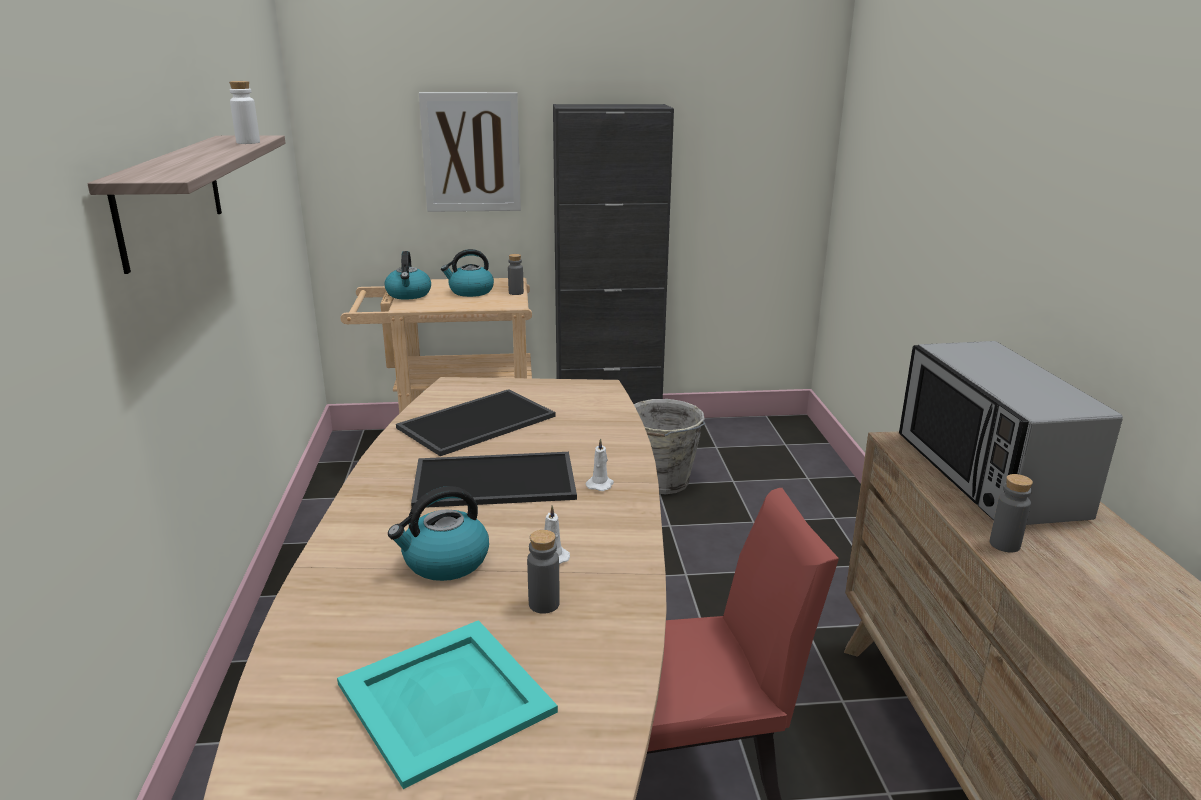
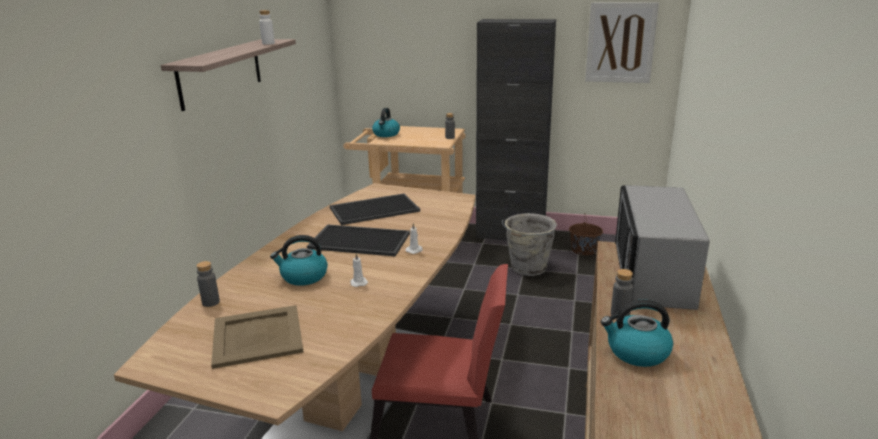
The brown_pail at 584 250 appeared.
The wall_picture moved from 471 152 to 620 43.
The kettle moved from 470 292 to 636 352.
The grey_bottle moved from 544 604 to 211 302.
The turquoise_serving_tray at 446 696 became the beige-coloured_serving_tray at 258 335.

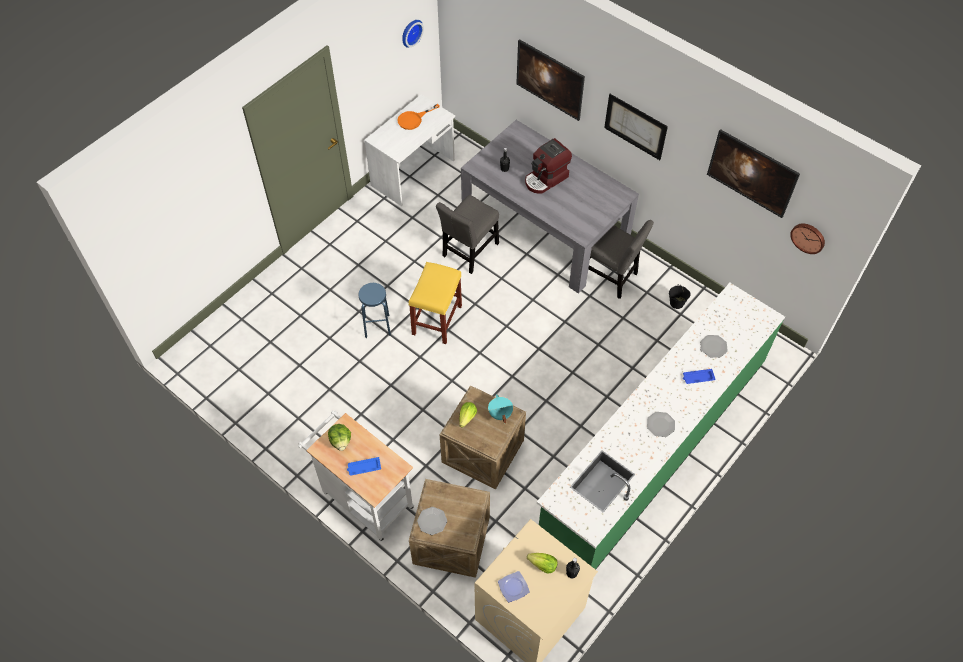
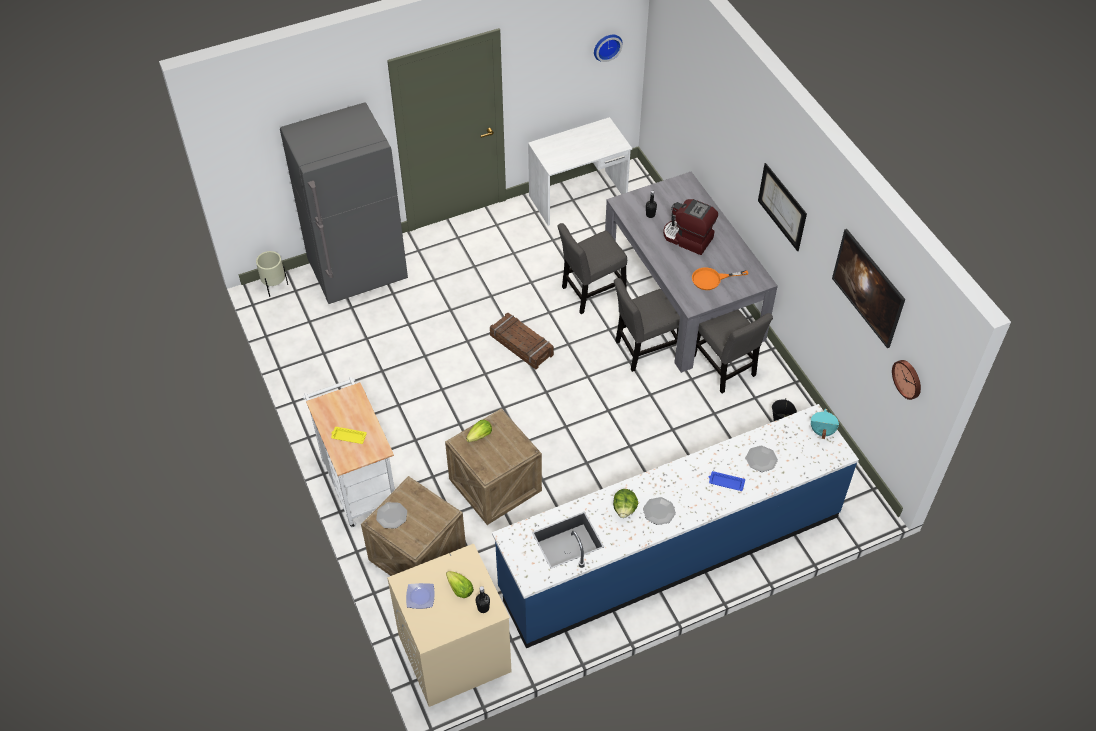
The blue-coloured_stool at 377 326 disappeared.
The wall_picture at 549 90 disappeared.
The beige-coloured_flower_pot at 275 287 appeared.
The grey_fridge at 359 274 appeared.
The grey_upright_chair at 644 349 appeared.
The head_of_lettuce moved from 341 441 to 624 509.
The orange_pan moved from 413 119 to 711 279.
The turquoise_saucepot moved from 500 414 to 821 430.
The yellow-coloured_stool at 437 319 was replaced by the crate at 522 345.
The blue-coloured_serving_tray at 363 467 became the yellow-coloured_serving_tray at 348 436.
The greenish_kitchen_base_unit at 653 449 became the blue-coloured_kitchen_base_unit at 670 552.
The coffee_maker at 546 179 turned 45 degrees clockwise.

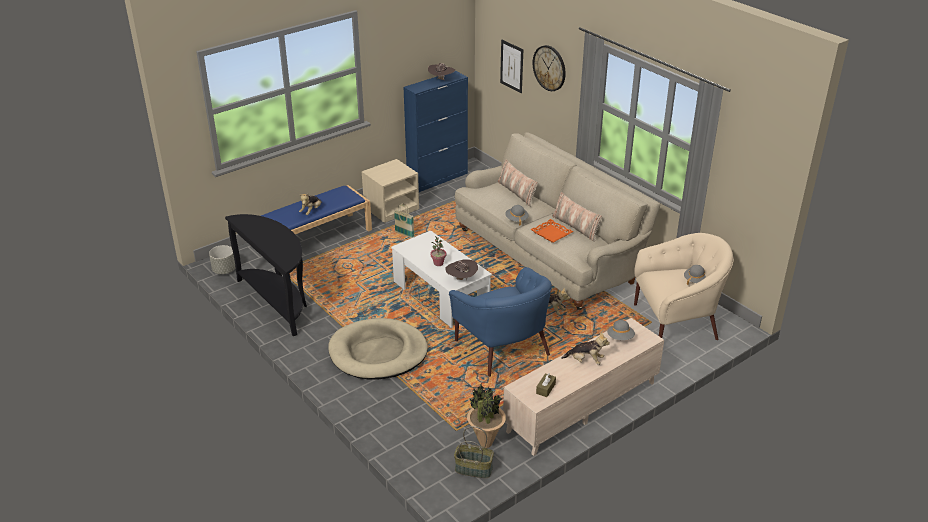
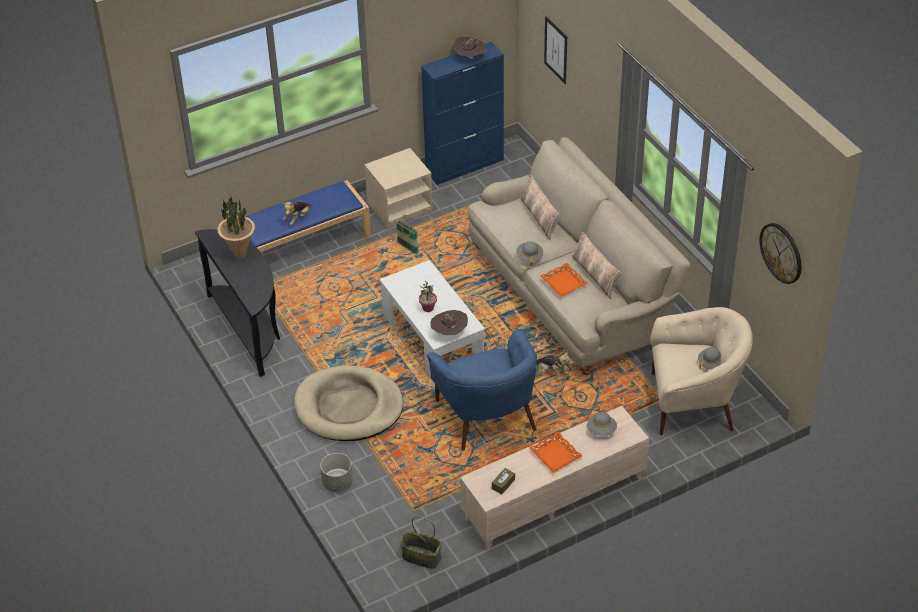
The grey_flower_pot moved from 224 270 to 337 483.
The potted_plant moved from 485 443 to 239 254.
The clock_on_the_wall moved from 549 68 to 781 253.
The soft_toy at 585 361 was replaced by the orange_serving_tray at 555 455.

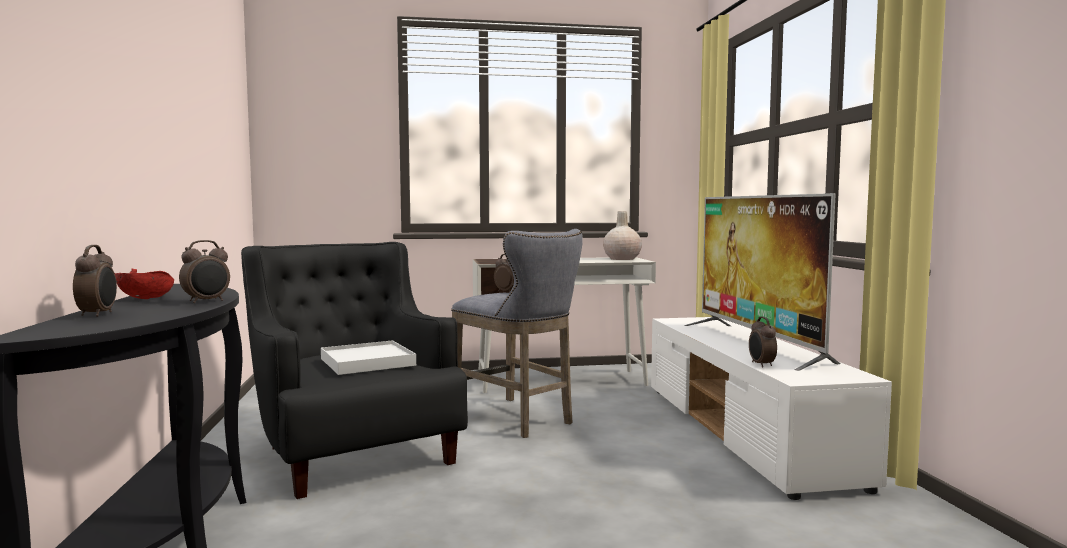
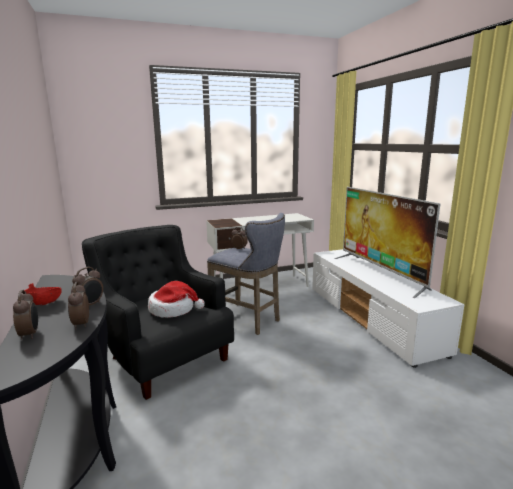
The beige-coloured_vase at 621 259 disappeared.
The alarm_clock moved from 761 365 to 80 324.
The whitish_serving_tray at 367 362 was replaced by the clothing_hat at 173 309.

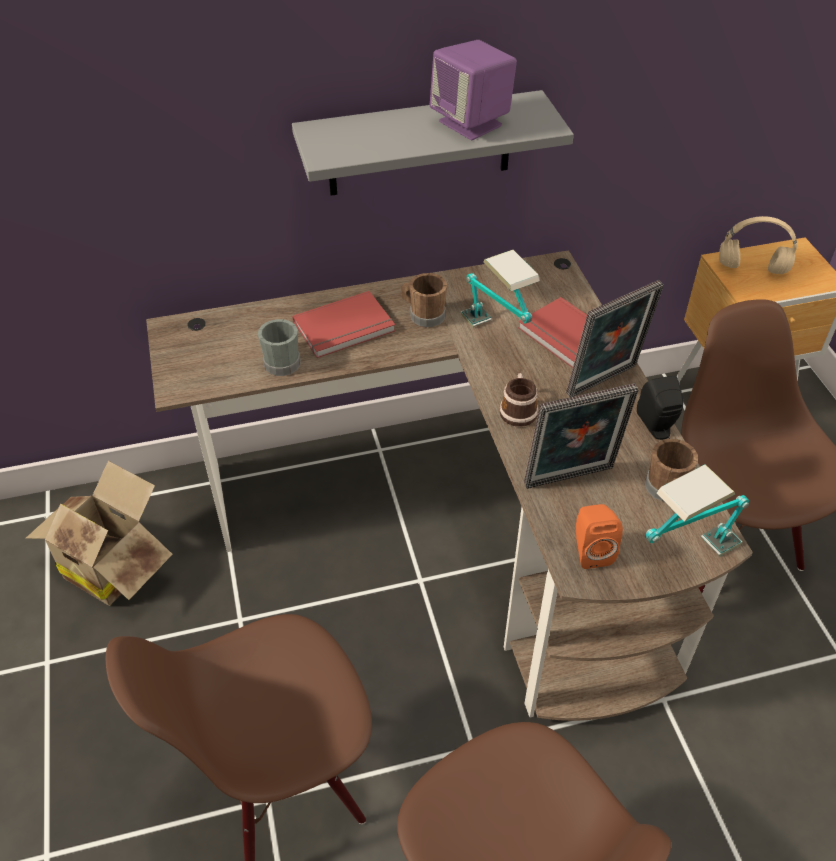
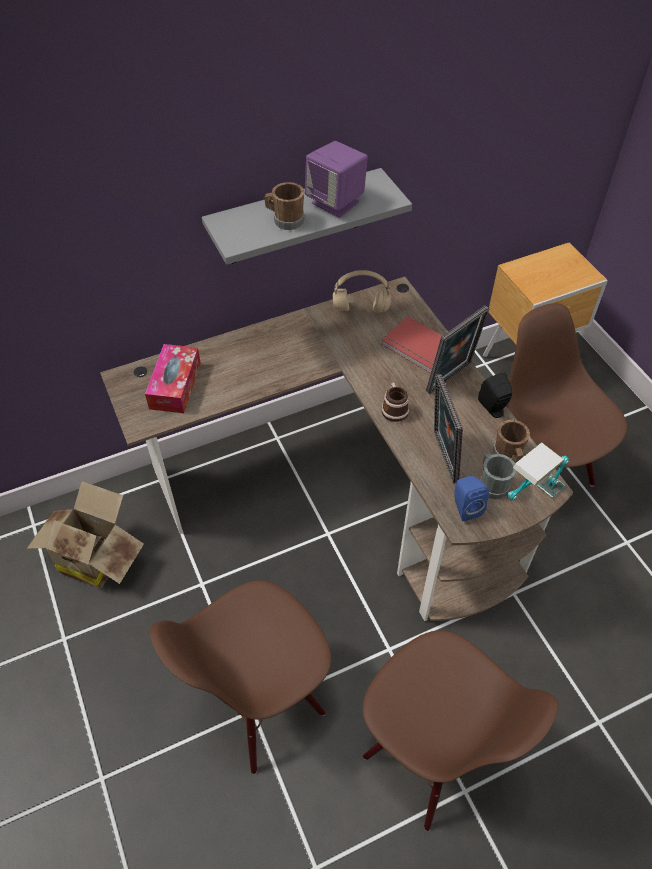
The red-coloured_book at 345 328 disappeared.
The table_lamp at 495 339 disappeared.
The box_of_tissues at 175 385 appeared.
The grey_tea_mug moved from 281 360 to 492 484.
The brown_tea_mug moved from 423 315 to 285 220.
The beige-coloured_headset moved from 751 268 to 360 309.
The orange_speaker at 590 551 became the blue-coloured_speaker at 465 507.
The standing_frame at 571 480 turned 105 degrees clockwise.

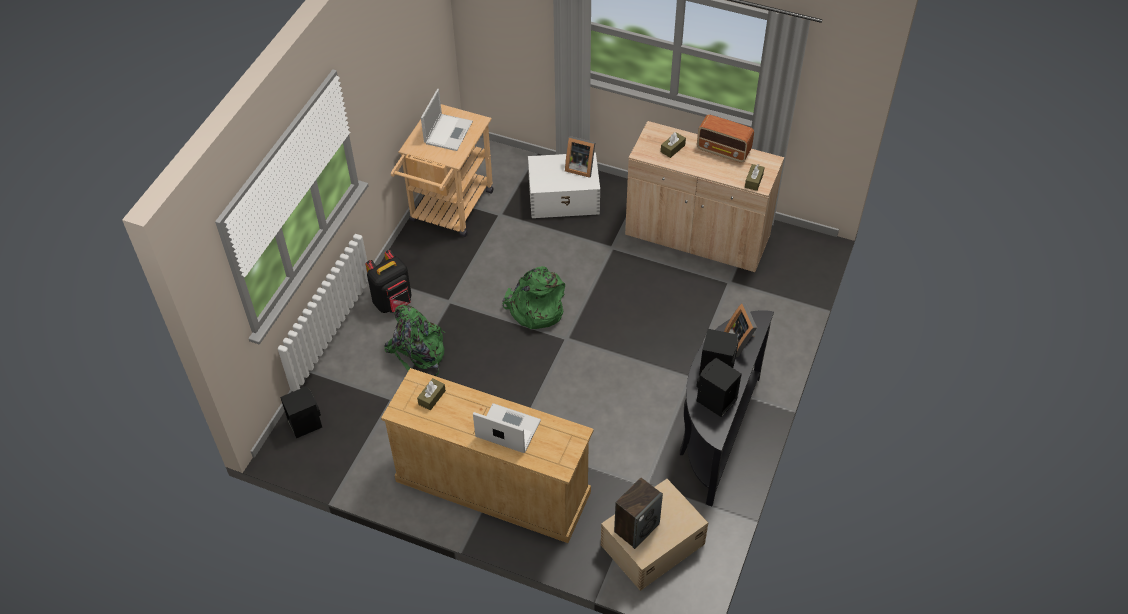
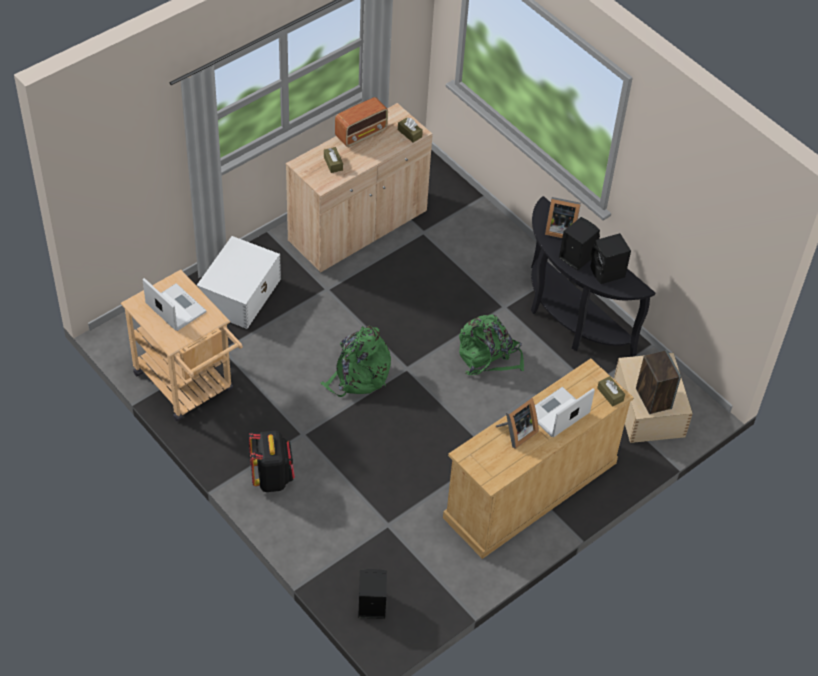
The greenish_rucksack moved from 418 354 to 488 356.
The brown_box_of_tissues moved from 432 397 to 610 394.
The standing_frame moved from 580 167 to 516 433.

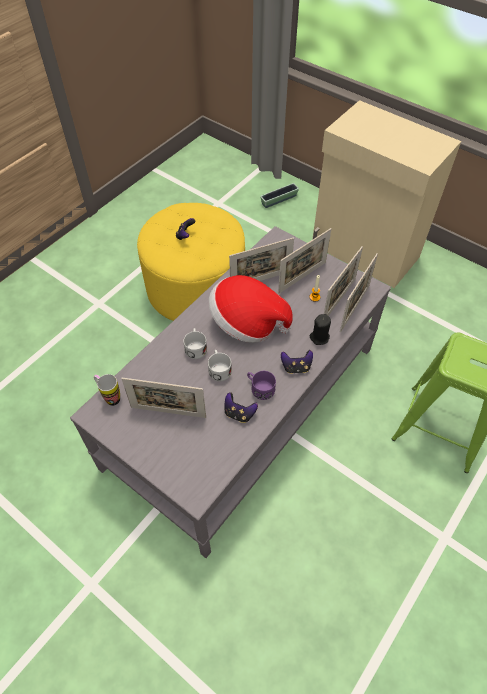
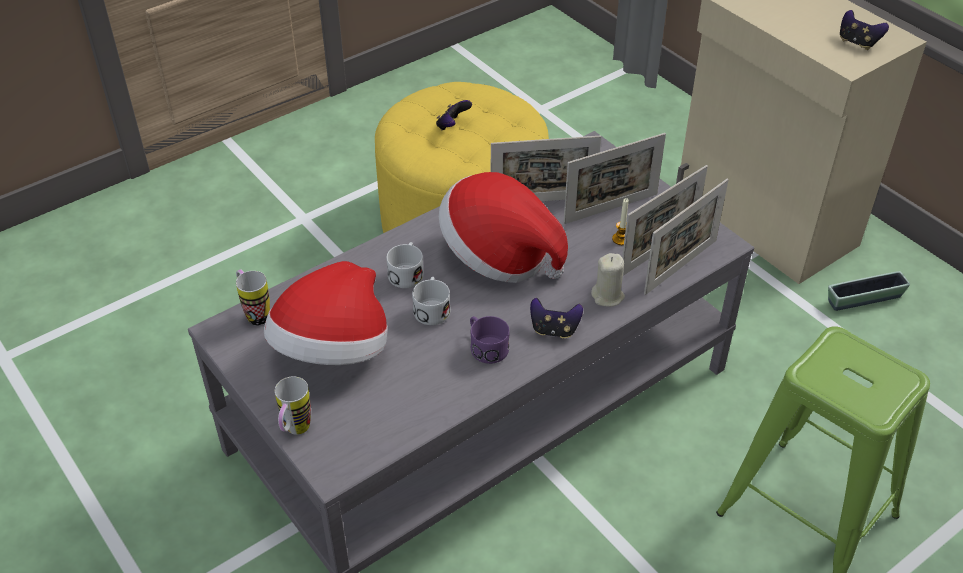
The tea_mug at 295 431 appeared.
The joypad moved from 239 413 to 857 42.
The flower_pot moved from 279 200 to 864 299.
The standing_frame at 168 412 was replaced by the clothing_hat at 333 350.
The blackish_wax_light at 319 337 became the beige-coloured_wax_light at 608 296.

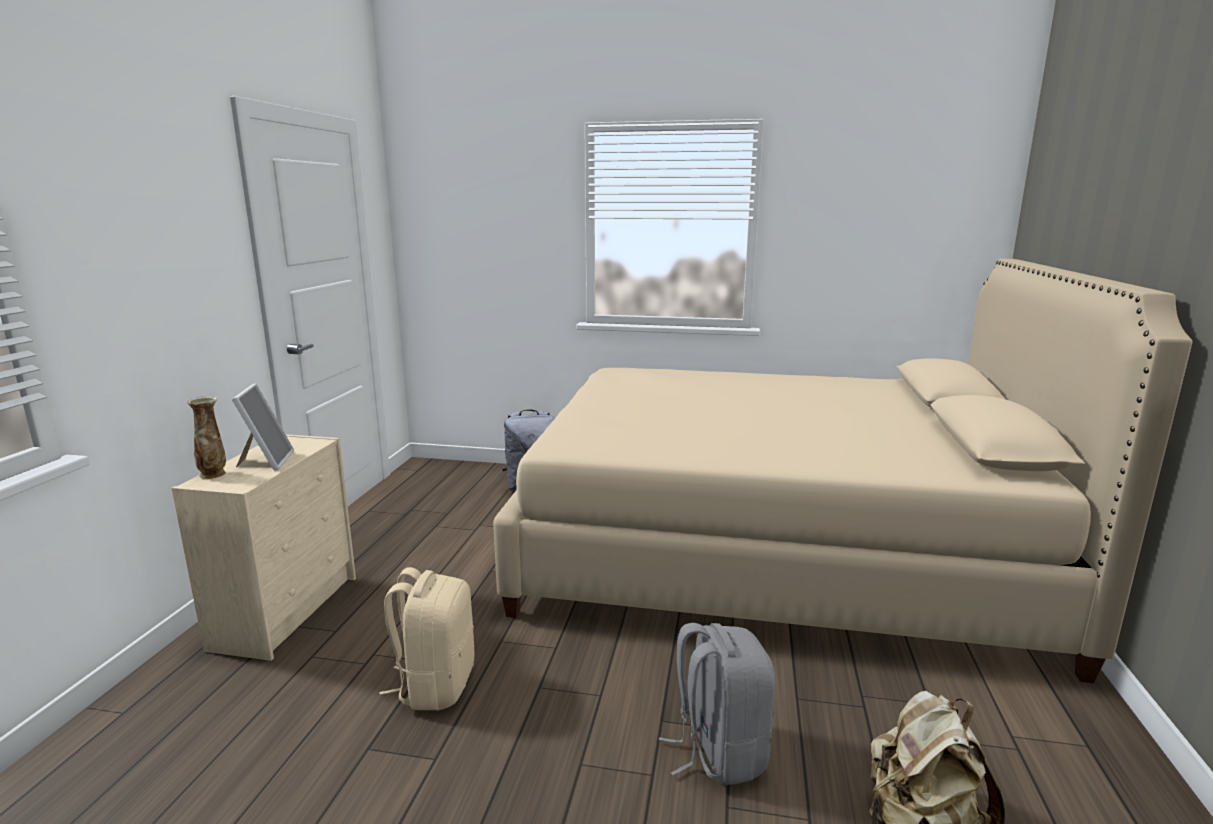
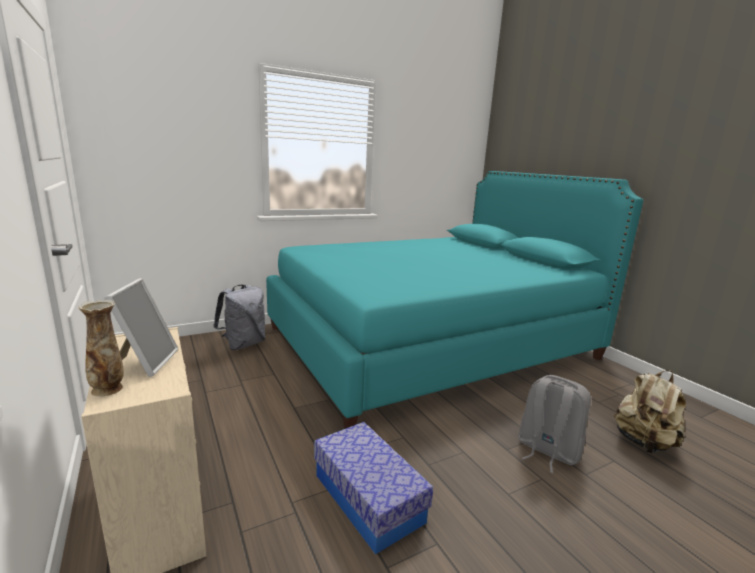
The beige-coloured_rucksack at 435 685 was replaced by the storage_box at 367 498.
The beige-coloured_bedroom_bed at 772 550 became the turquoise_bedroom_bed at 429 342.
The standing_frame at 266 461 turned 45 degrees clockwise.

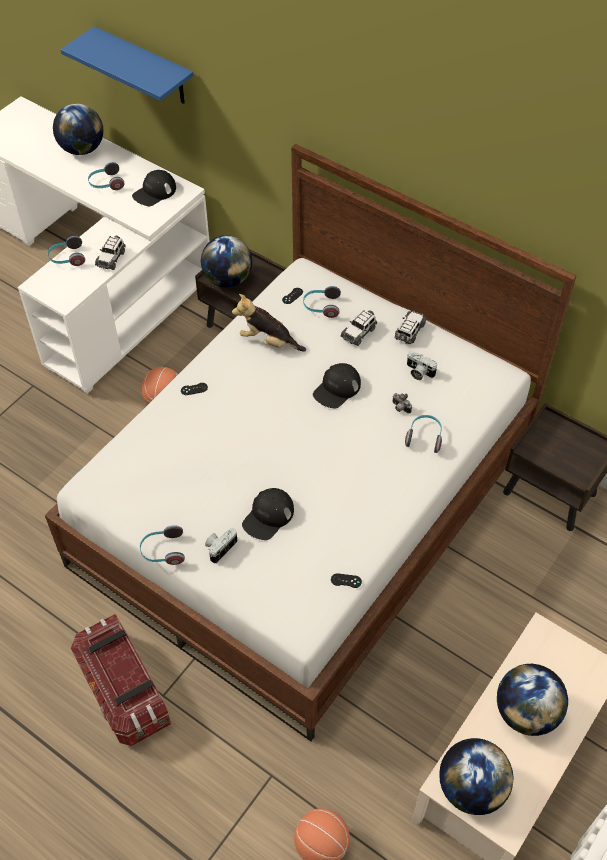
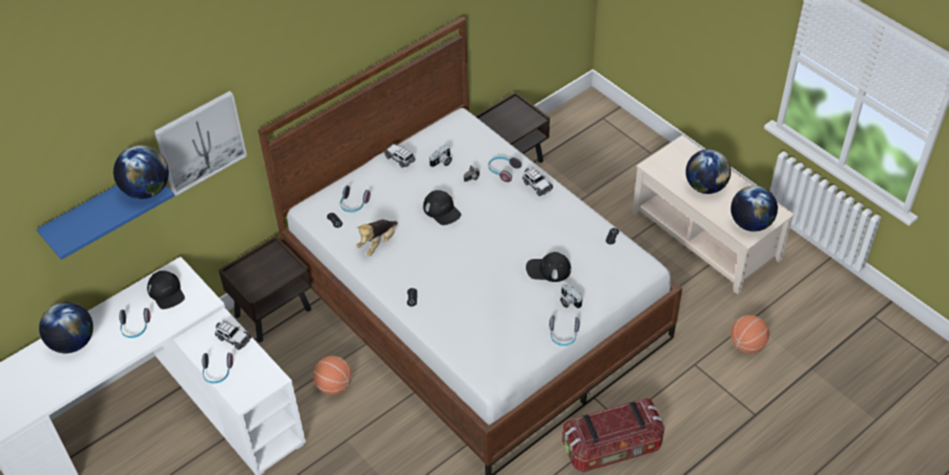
The wall_picture at 200 142 appeared.
The globe moved from 228 279 to 146 190.
The model_car moved from 359 332 to 537 186.
The blackish_peaked_cap at 268 516 turned 135 degrees clockwise.

